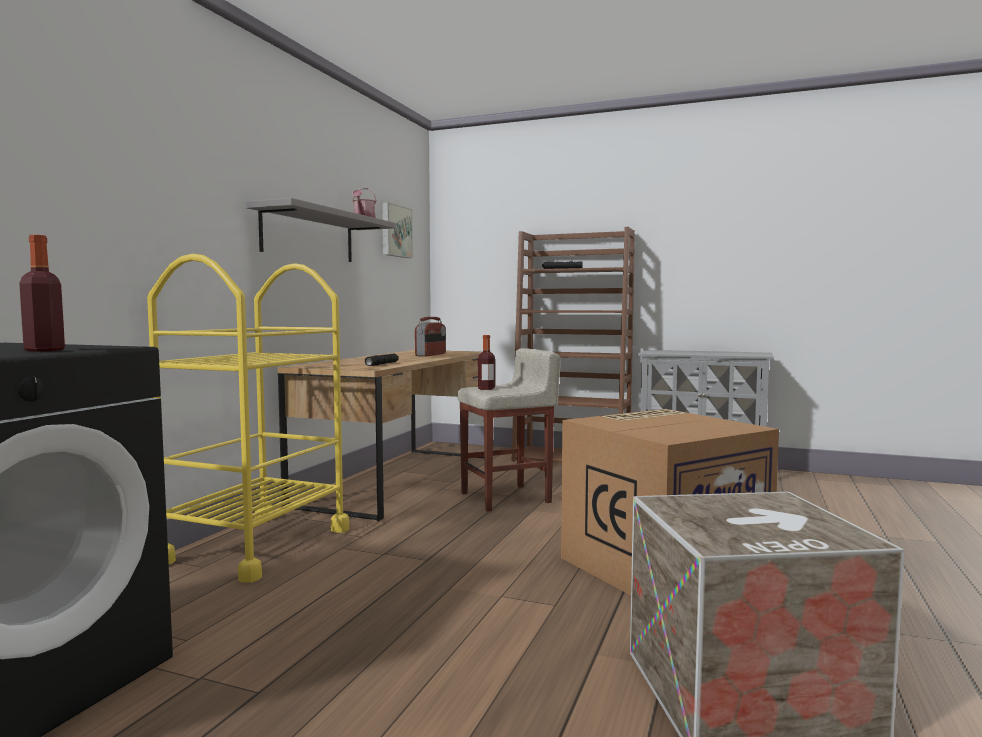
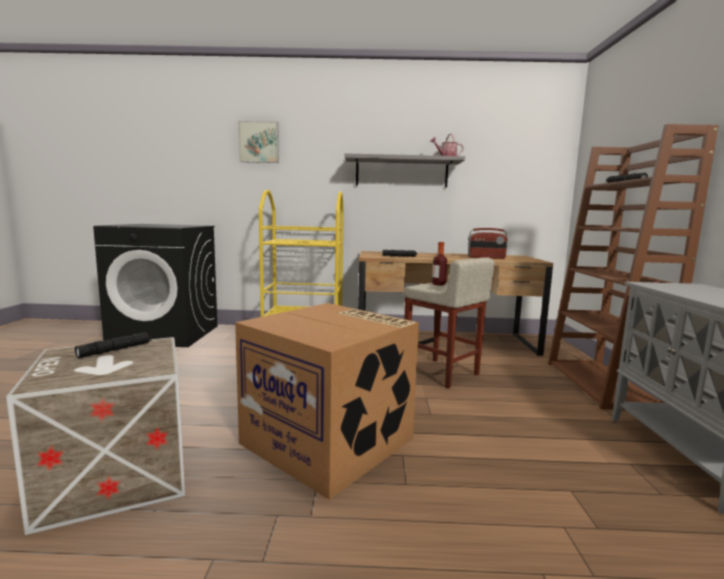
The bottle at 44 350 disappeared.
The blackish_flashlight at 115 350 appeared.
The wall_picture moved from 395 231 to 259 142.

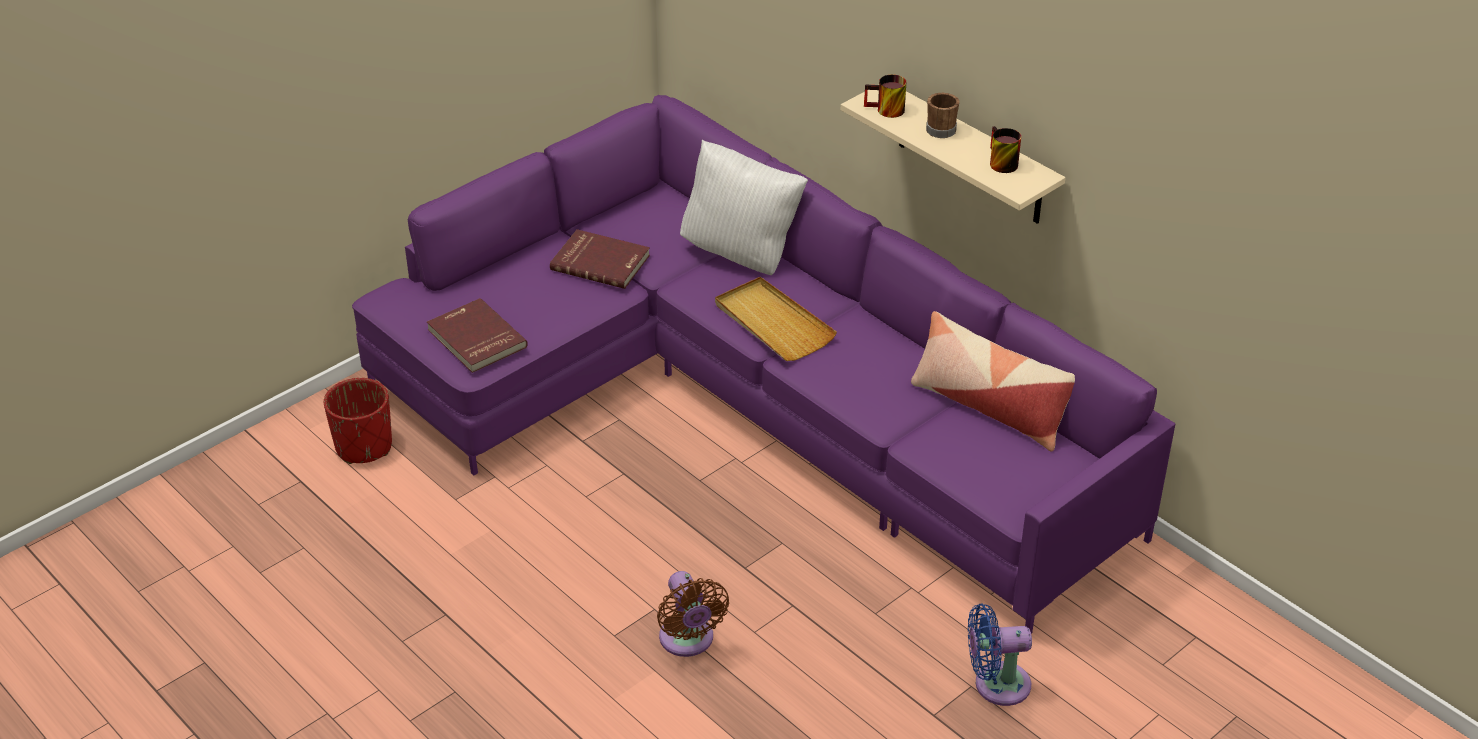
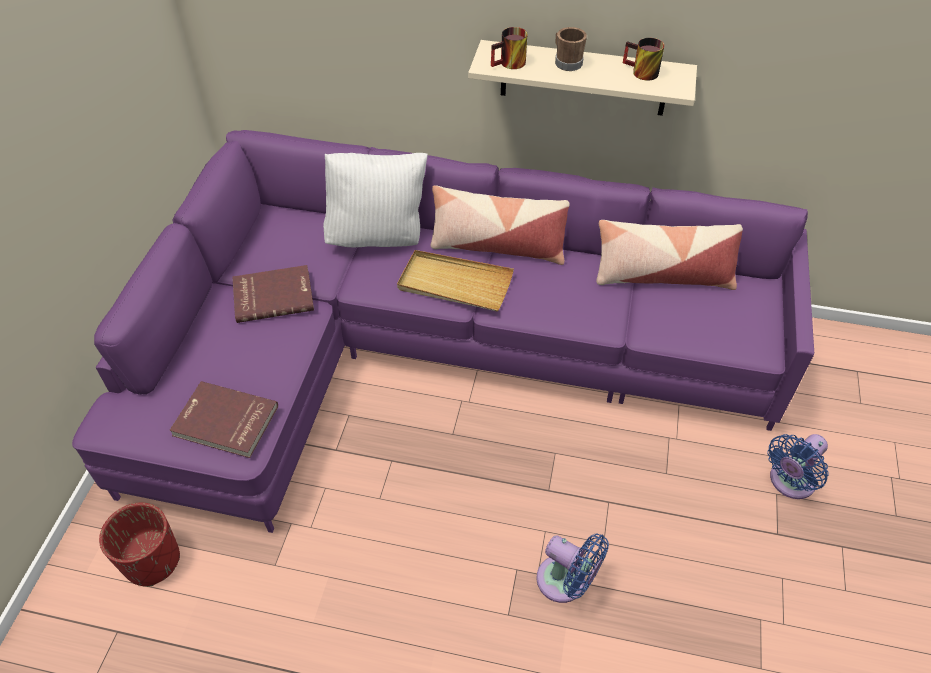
The cushion at 497 246 appeared.
The brown_cooling_fan at 688 641 became the blue-coloured_cooling_fan at 566 582.

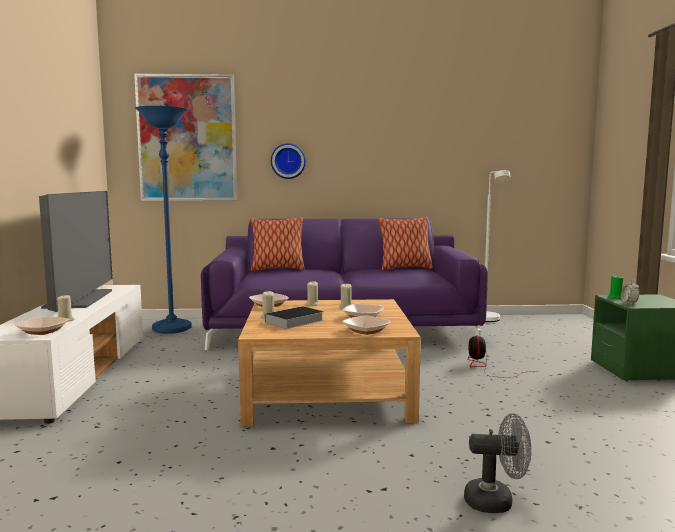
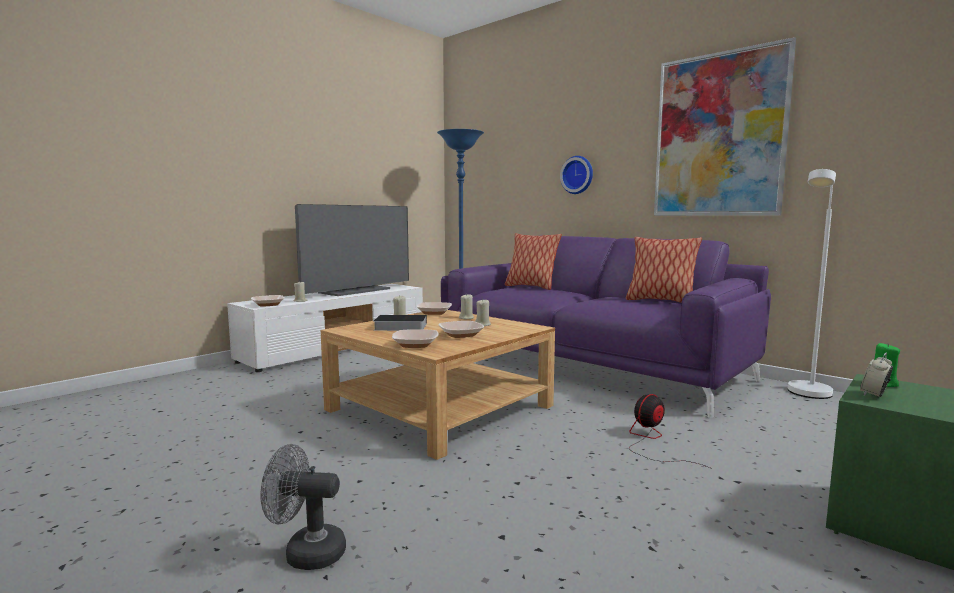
The wall_picture moved from 187 138 to 718 135.
The grey_cooling_fan at 496 501 turned 135 degrees clockwise.

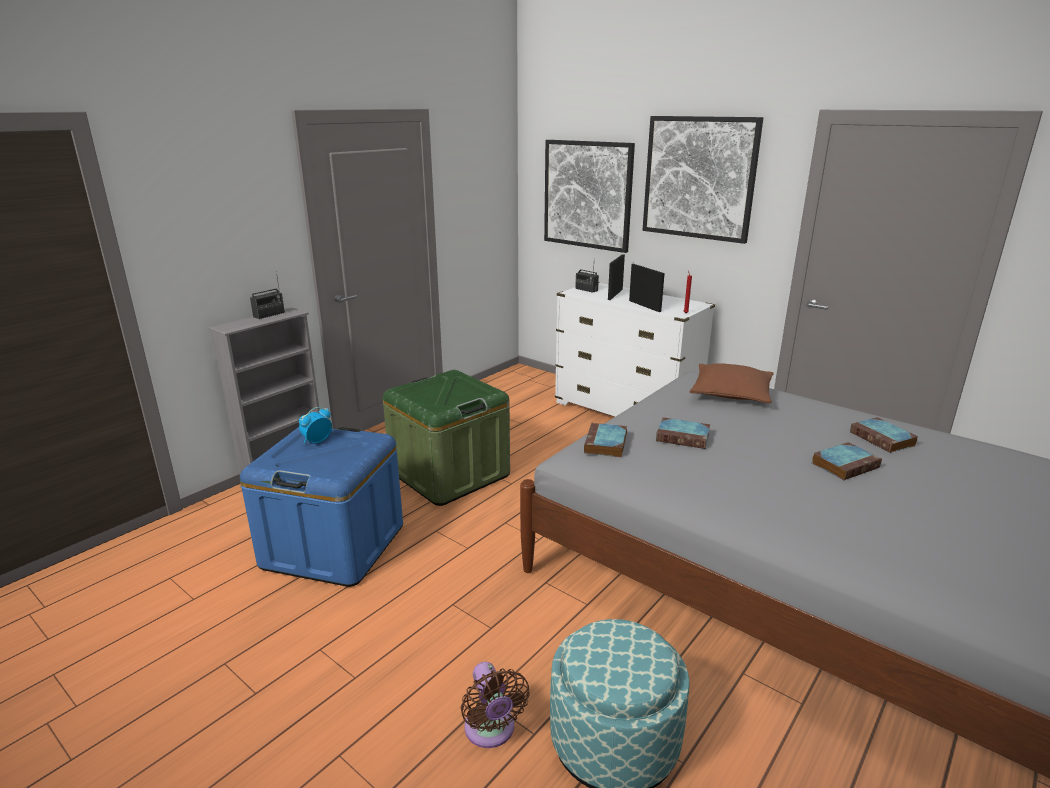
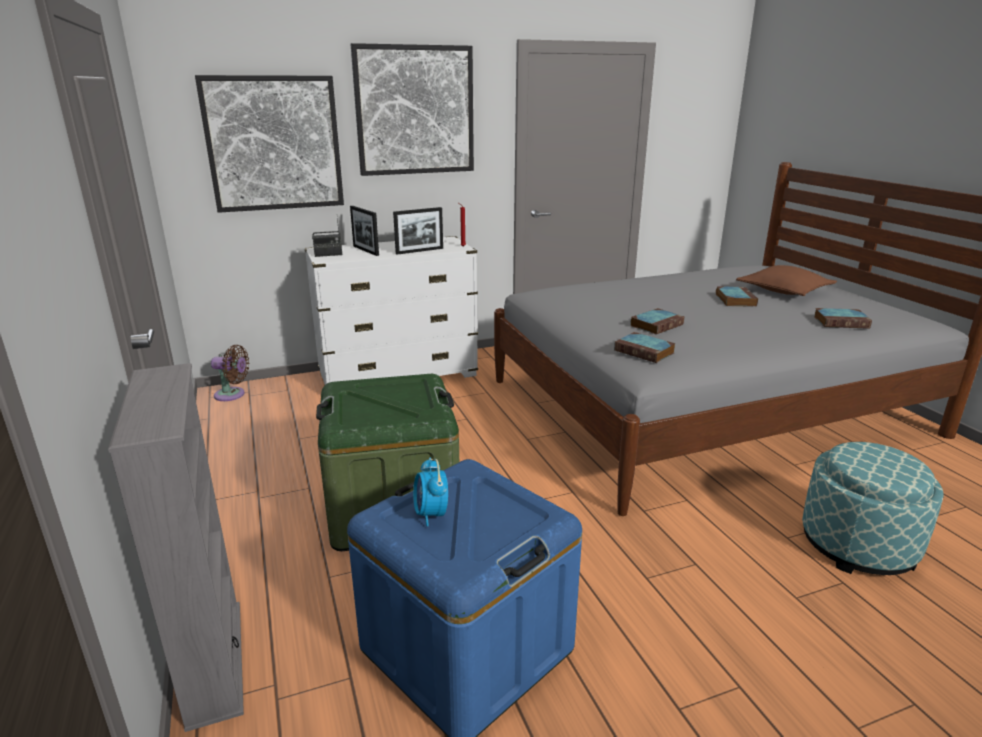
The radio_receiver at 269 315 disappeared.
The brown_cooling_fan moved from 491 731 to 232 395.
The brown_cushion moved from 731 393 to 784 291.
The book moved from 883 439 to 841 322.
The standing_frame at 644 306 turned 150 degrees clockwise.

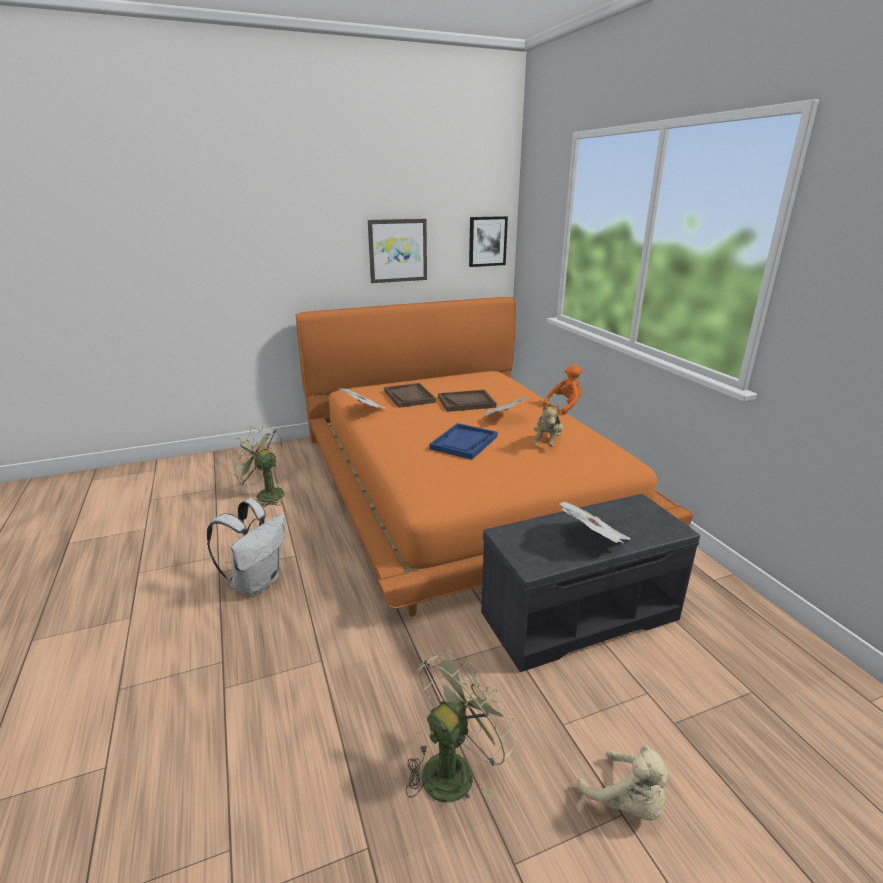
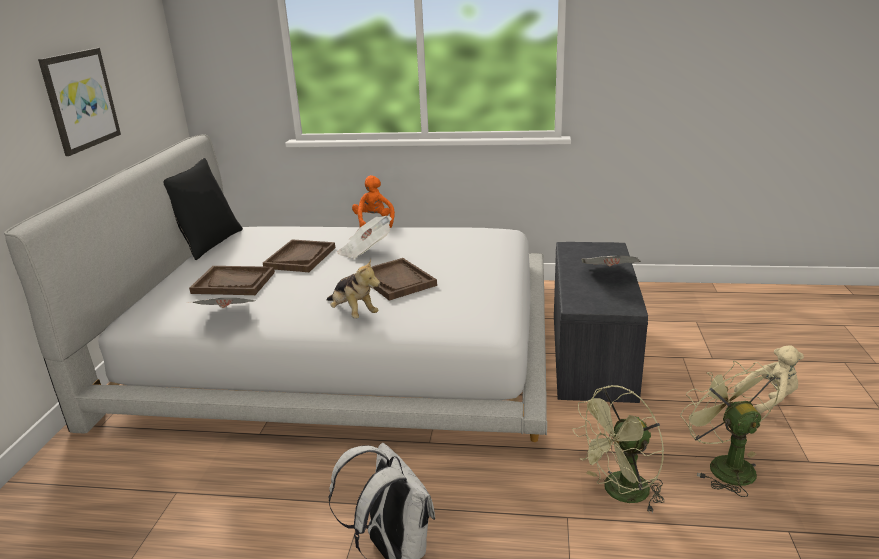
The wall_picture at 487 241 disappeared.
The blackish_cushion at 208 243 appeared.
The greenish_cooling_fan moved from 265 494 to 620 493.
The soft_toy moved from 547 442 to 353 313.
The orange_bedroom_bed at 463 482 became the whitish_bedroom_bed at 340 346.
The blue-coloured_serving_tray at 464 443 became the brown_serving_tray at 396 281.

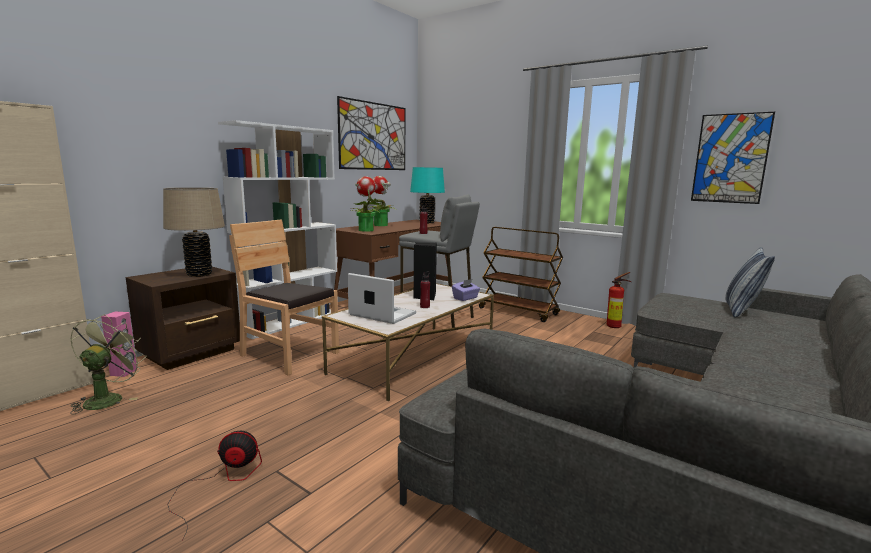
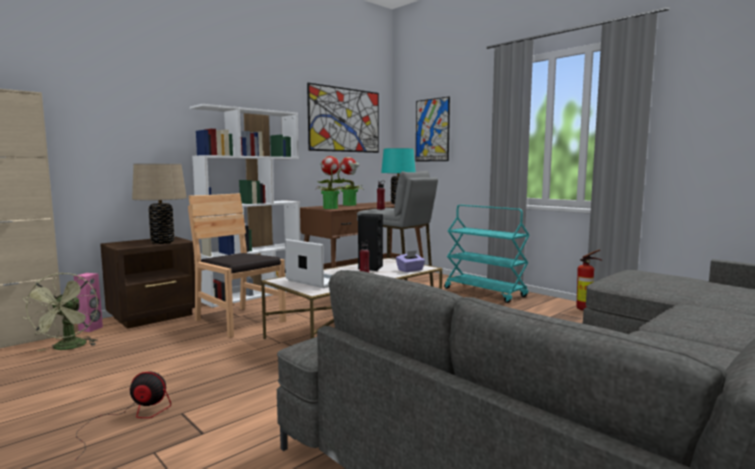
The cushion at 741 310 disappeared.
The wall_picture moved from 730 158 to 432 130.
The brown_cart at 519 311 became the turquoise_cart at 485 292.
The greenish_cooling_fan at 108 398 turned 150 degrees clockwise.

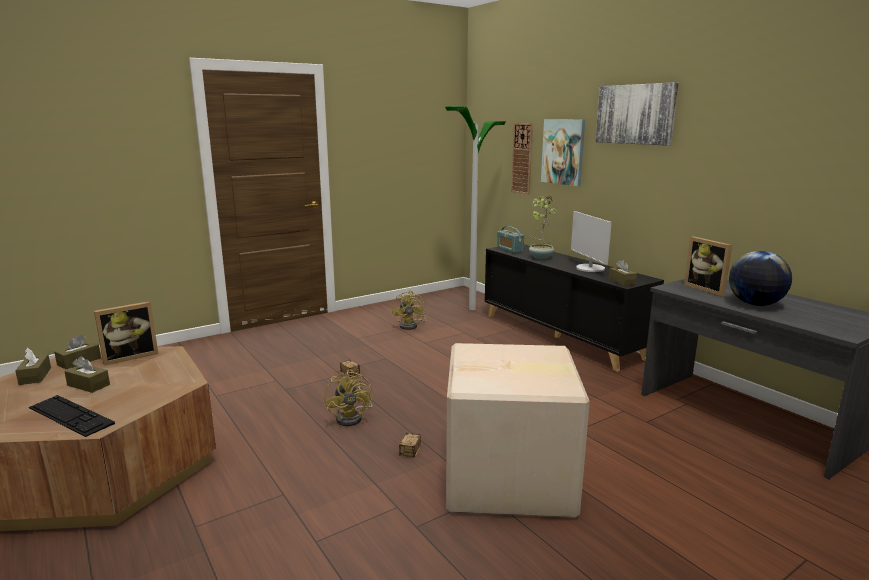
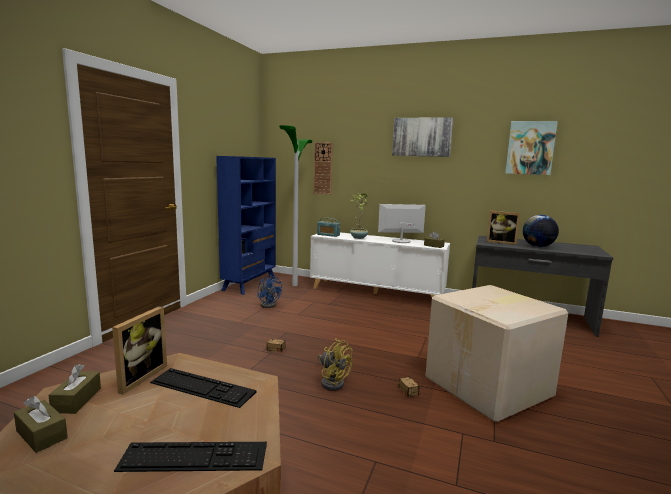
The brown_box_of_tissues at 88 385 disappeared.
The keyboard at 202 387 appeared.
The blue-coloured_shelving_unit at 250 284 appeared.
The wall_picture moved from 563 152 to 530 148.
The yellow-coloured_cooling_fan at 411 326 became the blue-coloured_cooling_fan at 269 304.
The blackish_cabinet at 561 336 became the whitish_cabinet at 376 292.
The monitor at 590 268 turned 135 degrees clockwise.

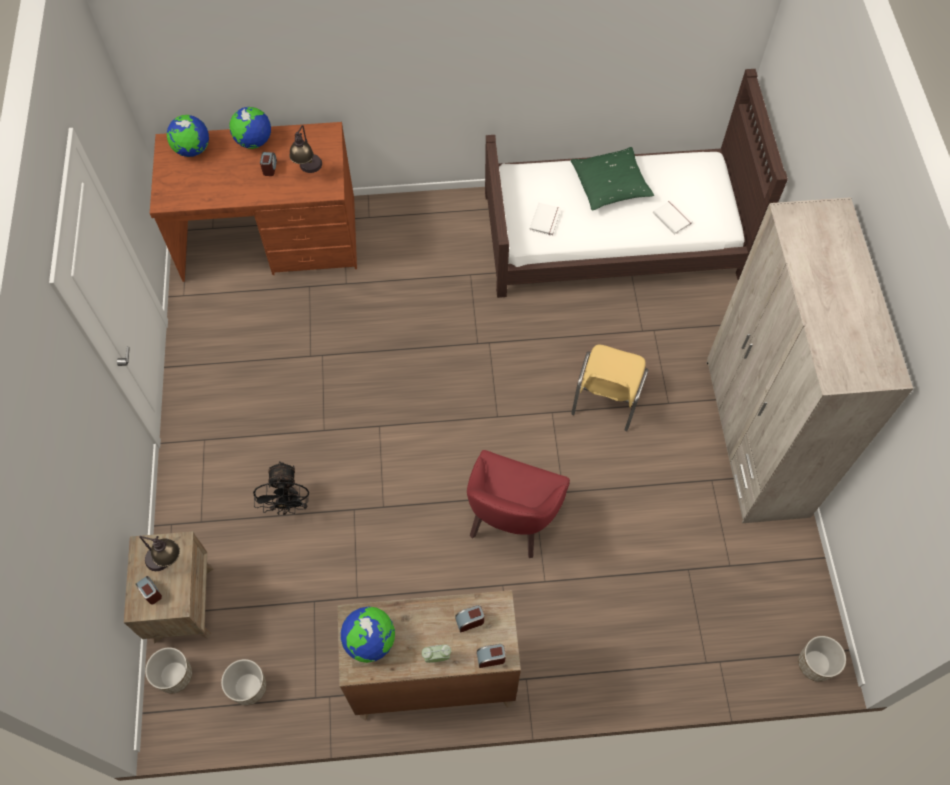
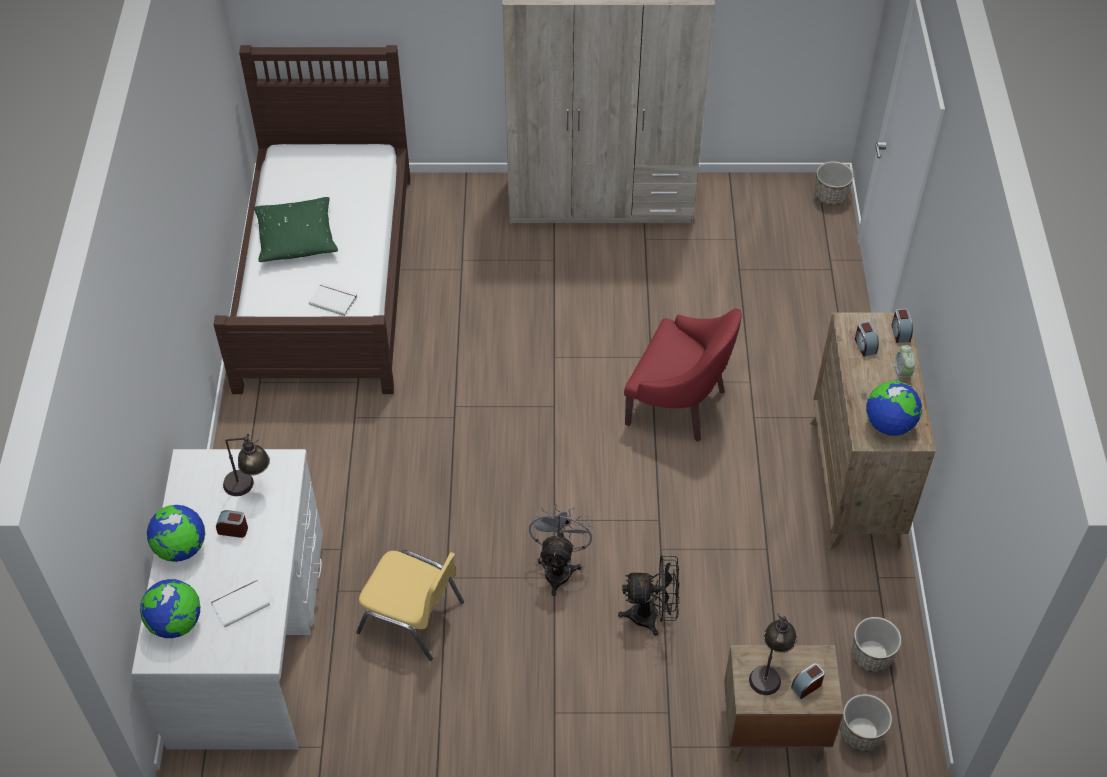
The grey_cooling_fan at 559 567 appeared.
The yellow-coloured_upright_chair moved from 606 397 to 412 617.
The whitish_book moved from 673 217 to 239 602.
The brown_desk at 270 240 became the whitish_desk at 249 637.

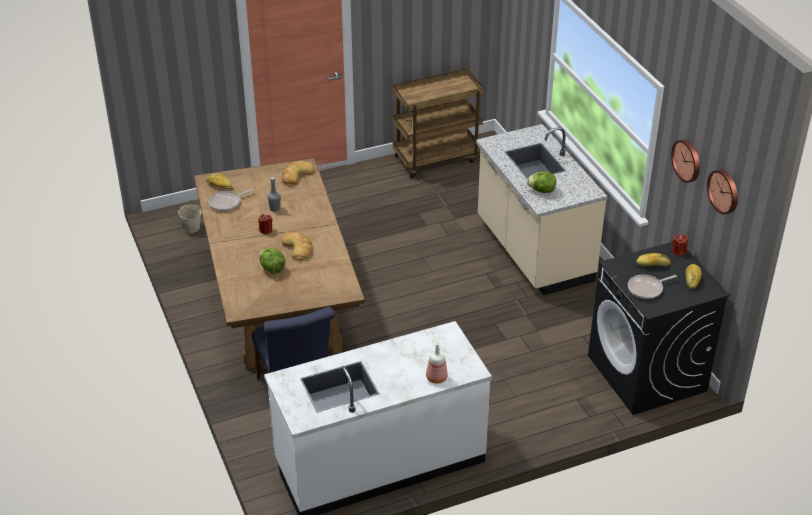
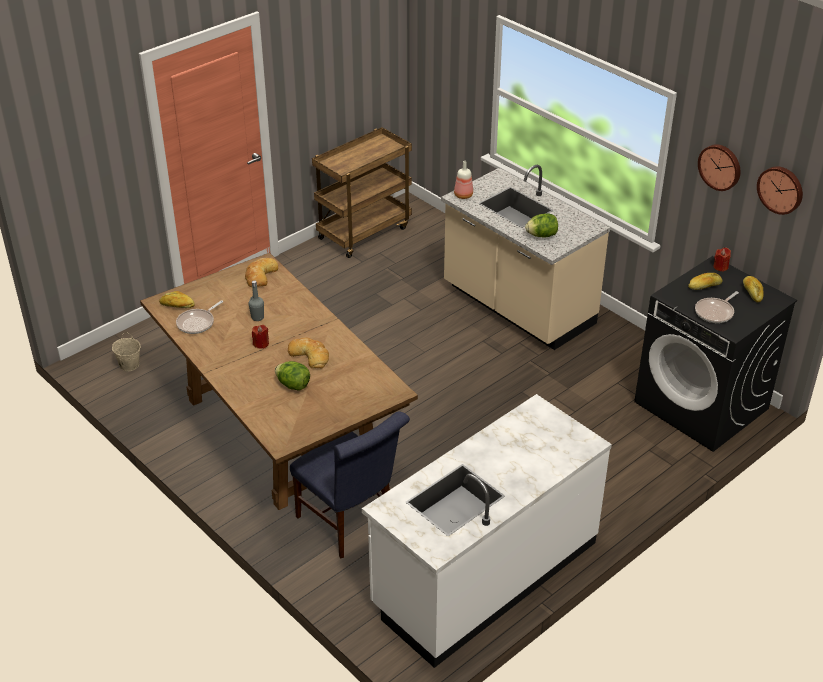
The bottle moved from 435 378 to 462 195.

